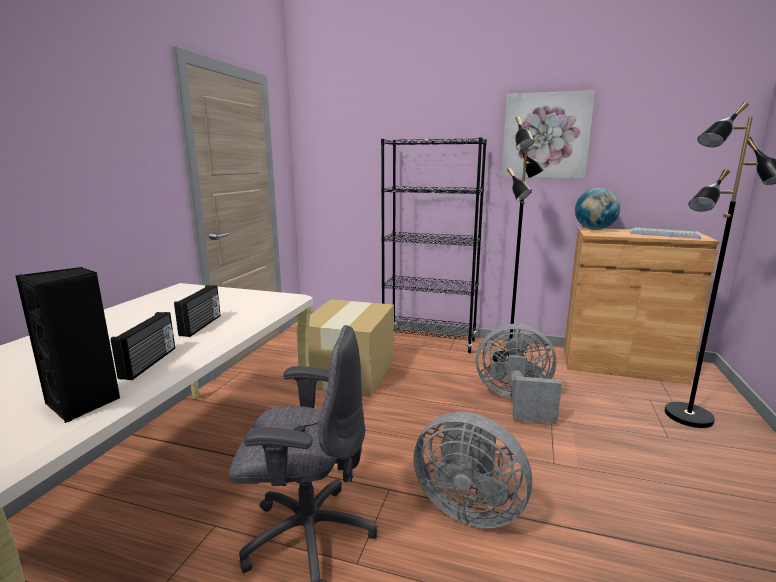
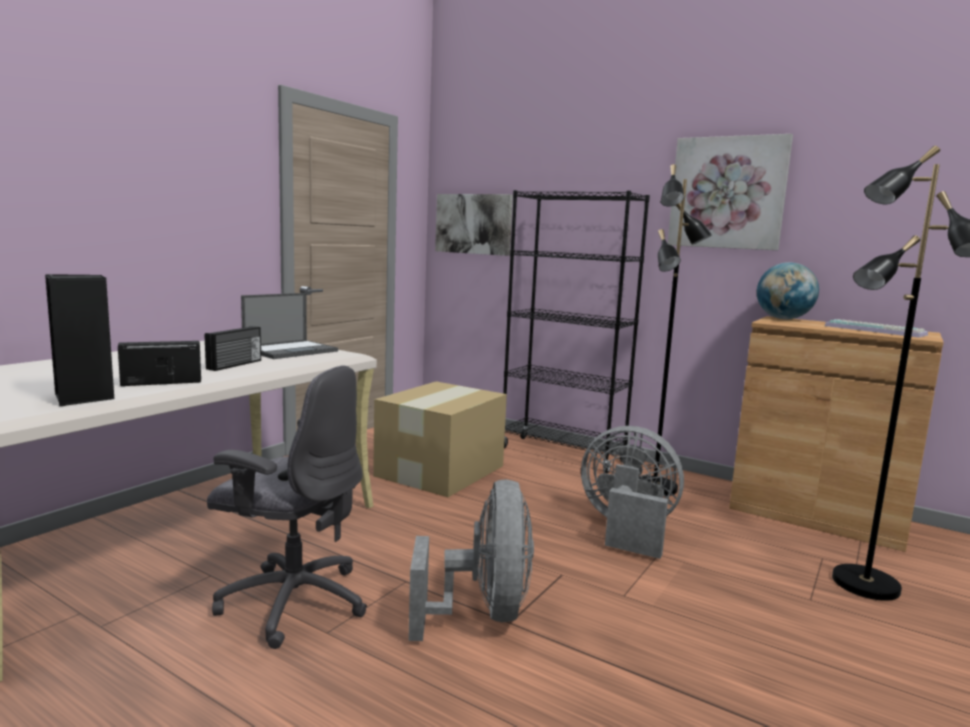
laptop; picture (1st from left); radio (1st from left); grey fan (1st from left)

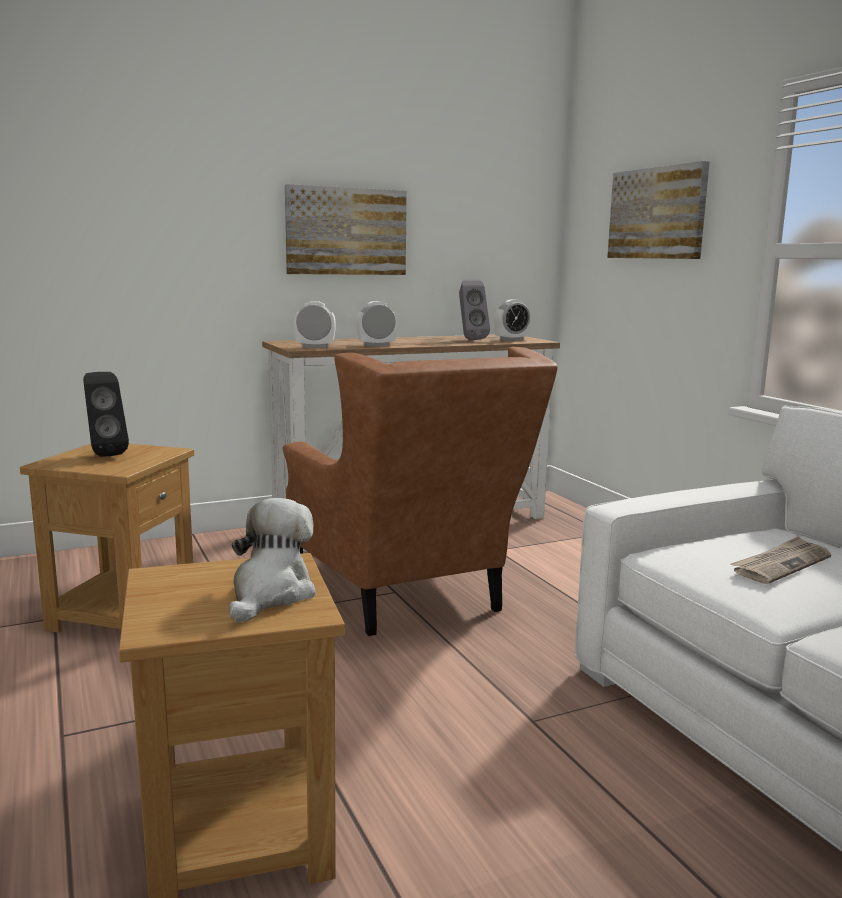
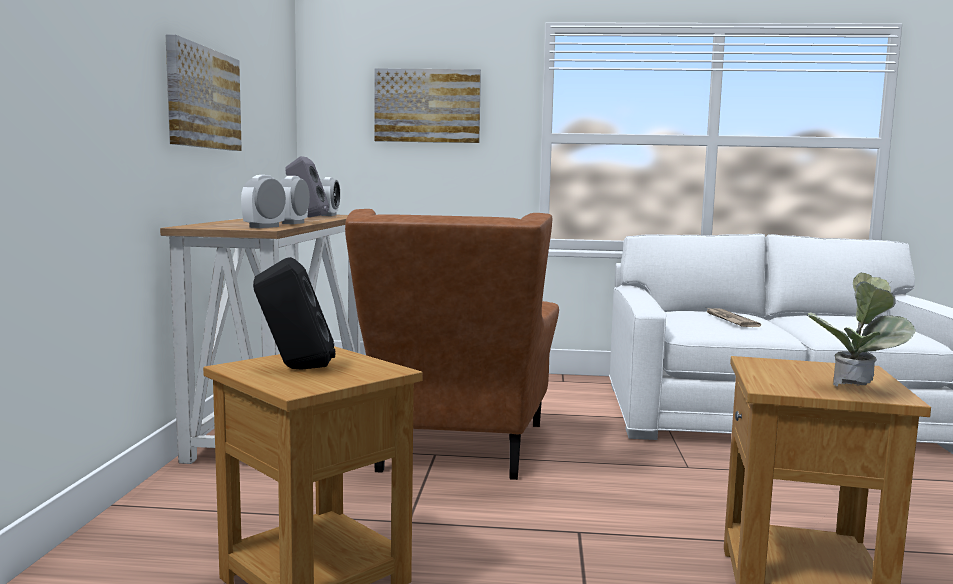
plush toy; potted plant; brown armchair

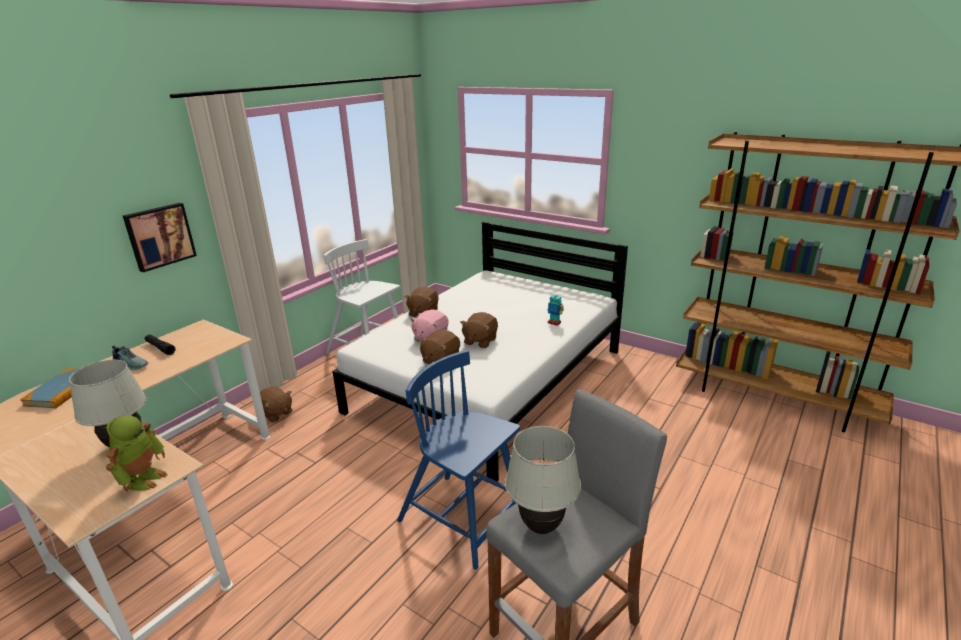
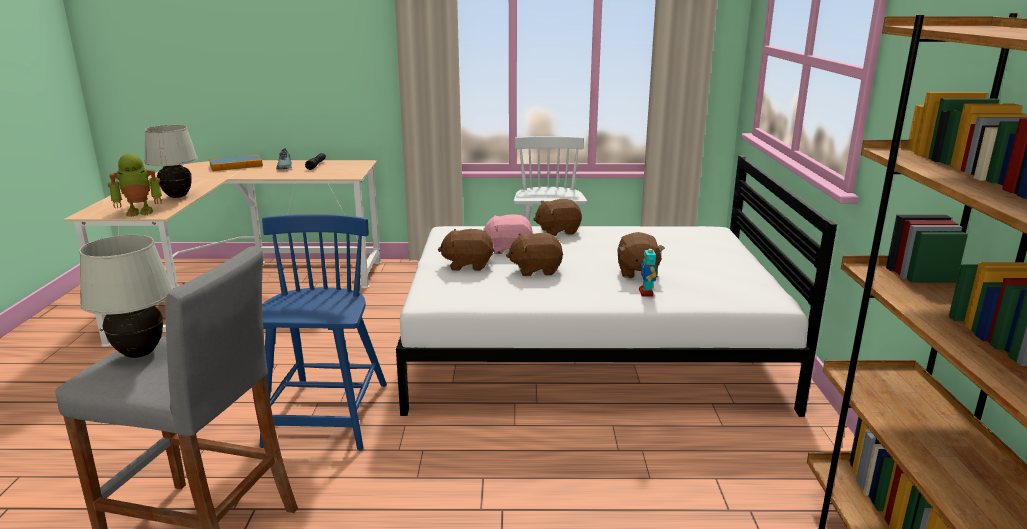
picture; brown plush toy (4th from left)

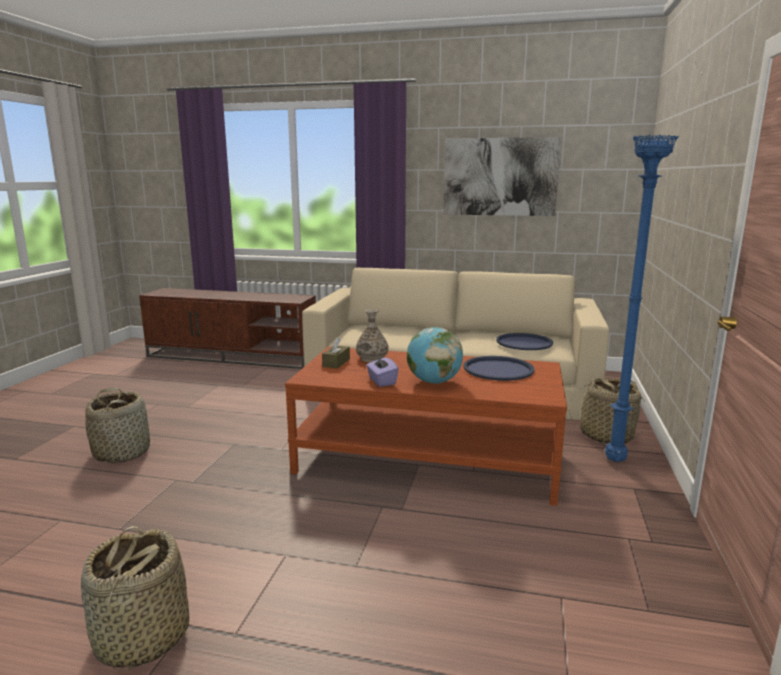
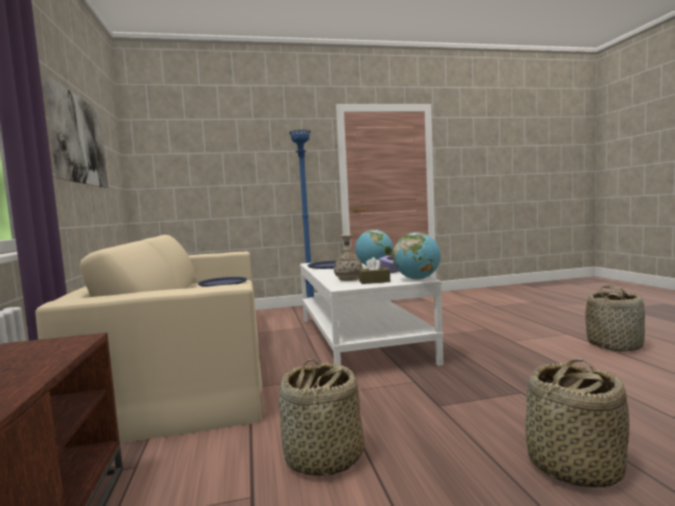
globe (2nd from left); basket (1st from left); white coffee table

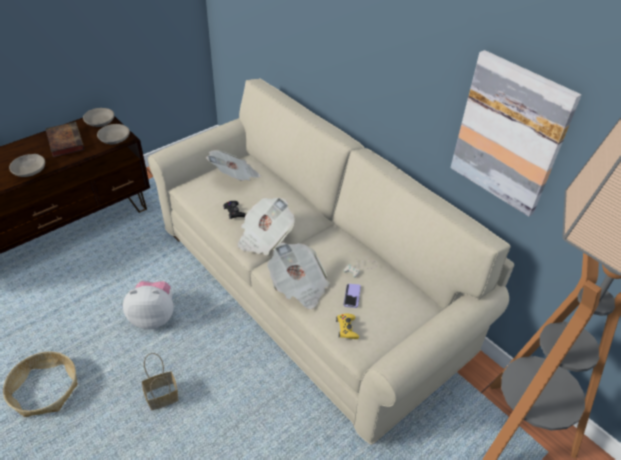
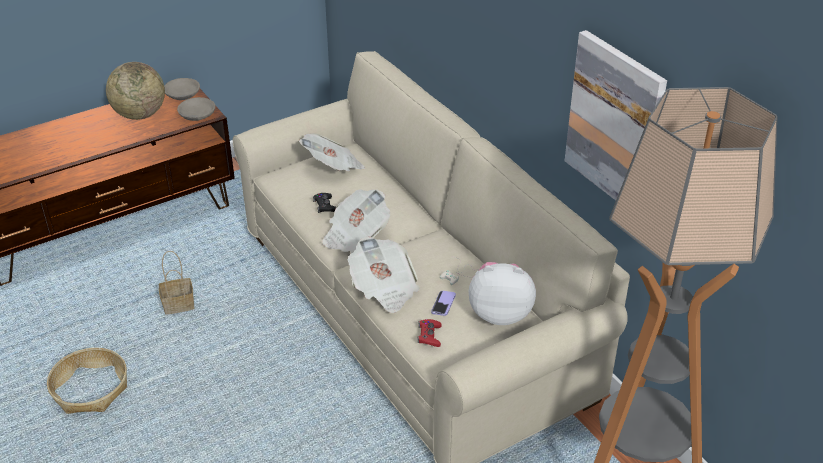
grey bowl (1st from left in the first image); plush toy; basket (2nd from left); globe; red game controller

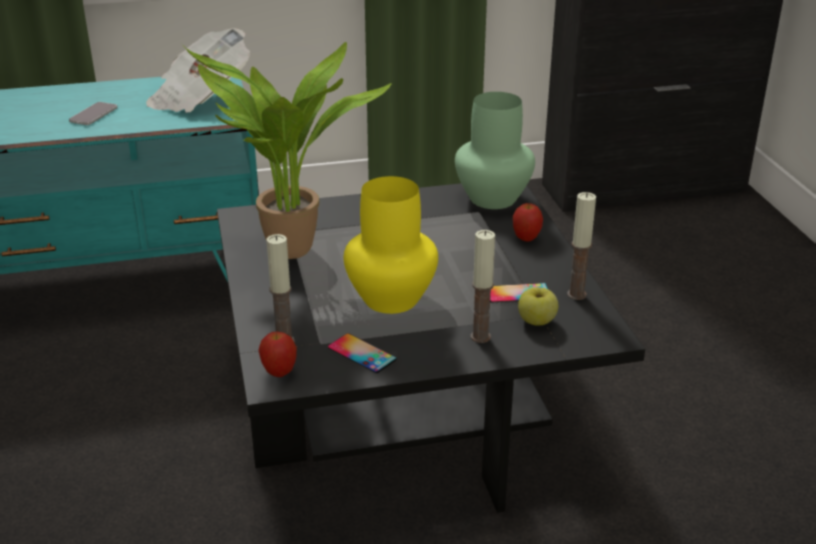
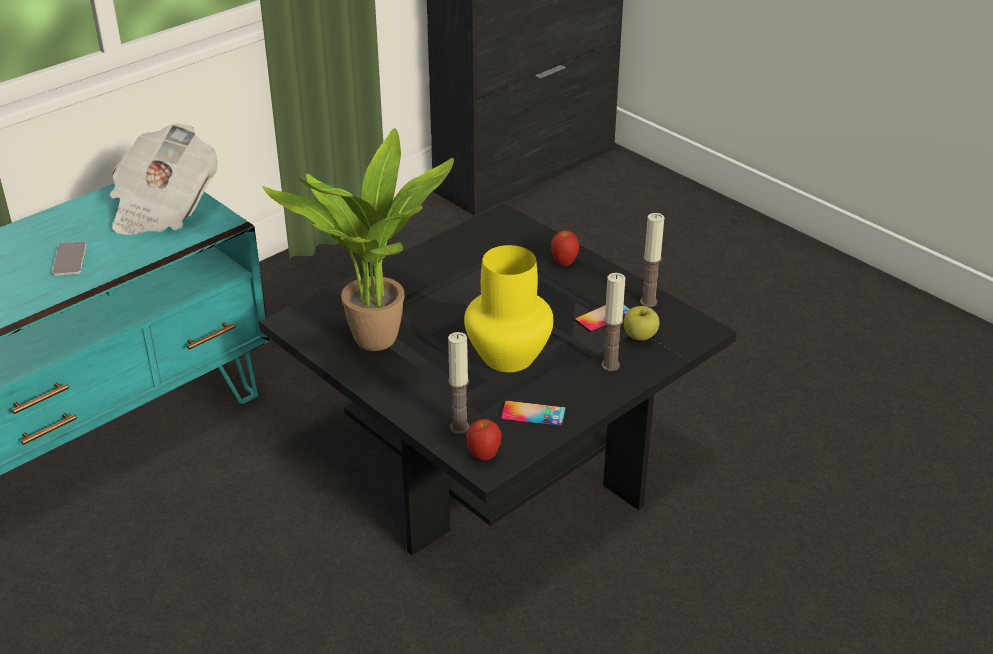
green vase

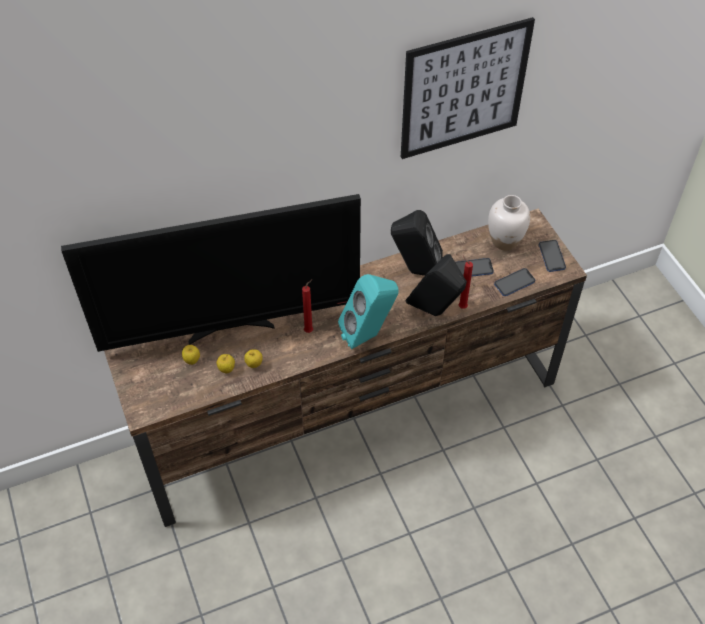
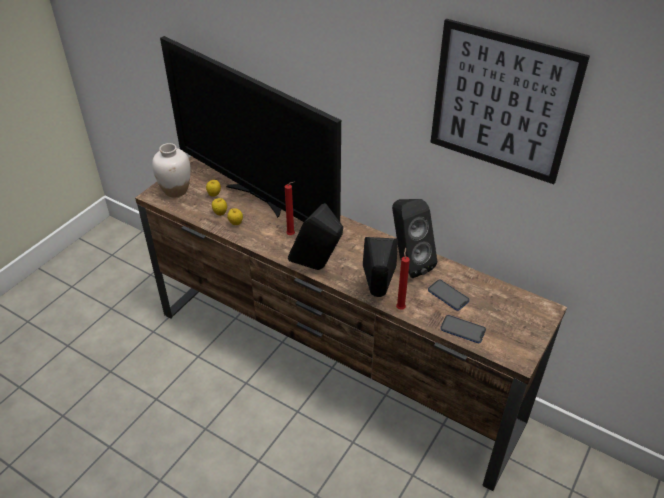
phone (3rd from left in the first image); white vase; black speaker (1st from left)

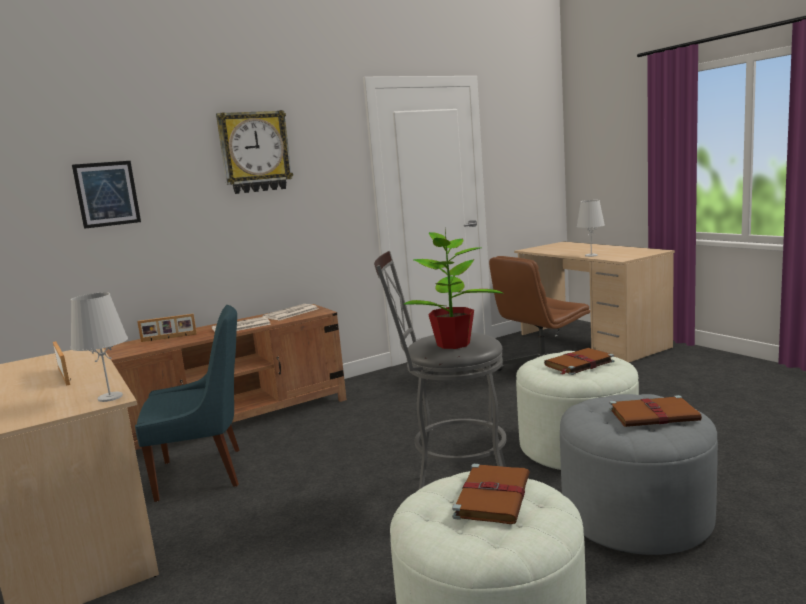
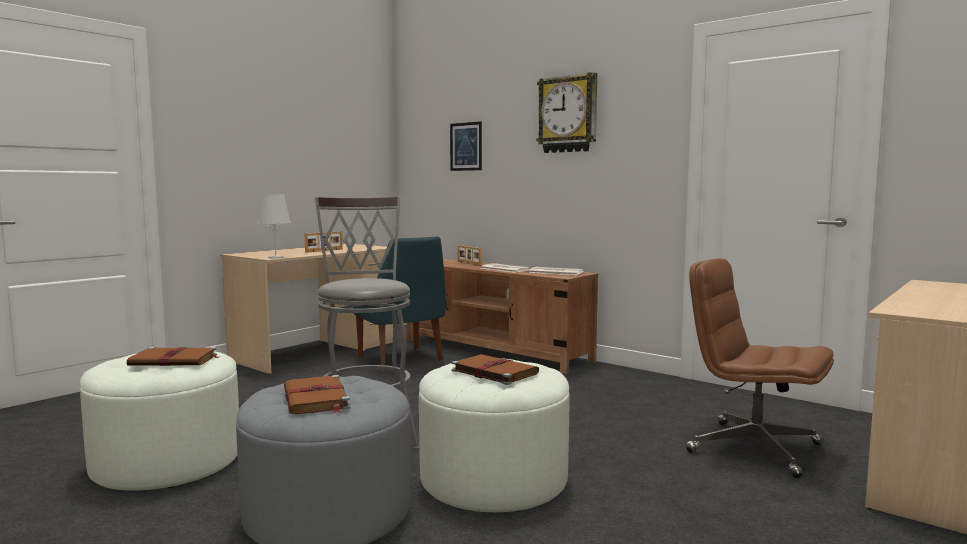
potted plant; white table lamp (2nd from left in the first image)

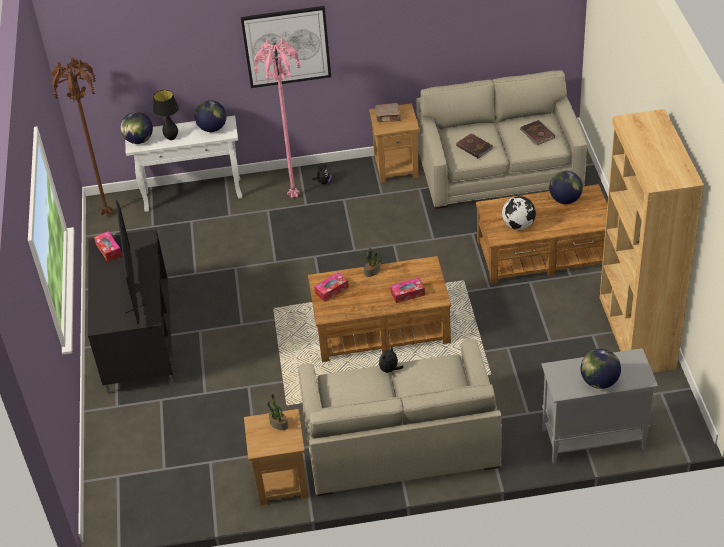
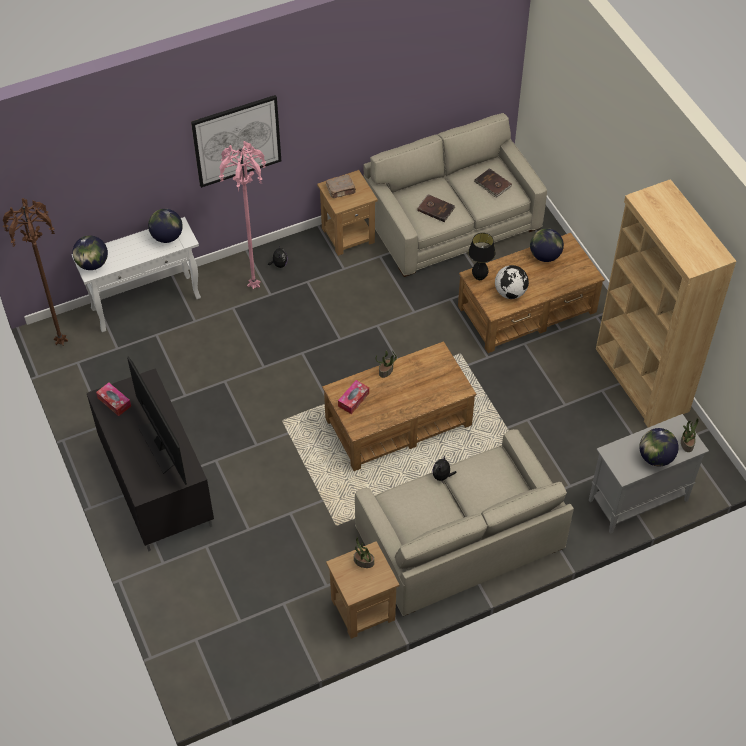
tissue box (3rd from left in the first image); potted plant (3rd from left); black table lamp

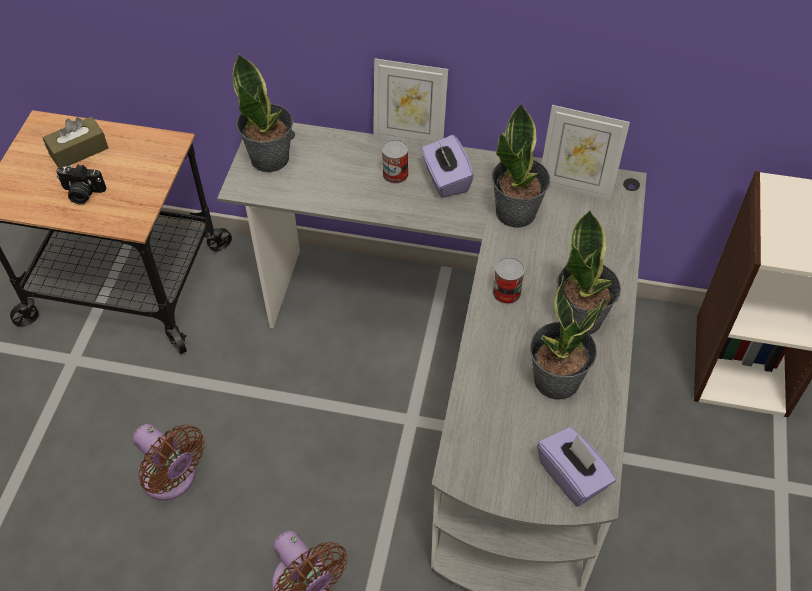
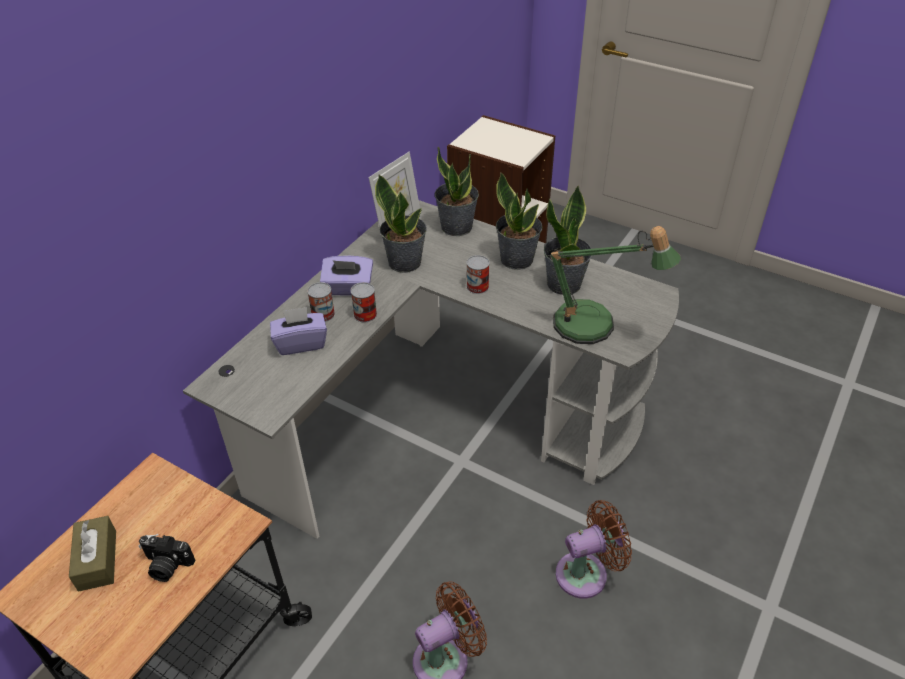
picture frame (1st from left in the first image); can (2nd from left); table lamp; potted plant (2nd from left); purple tissue box (1st from left); photo camera

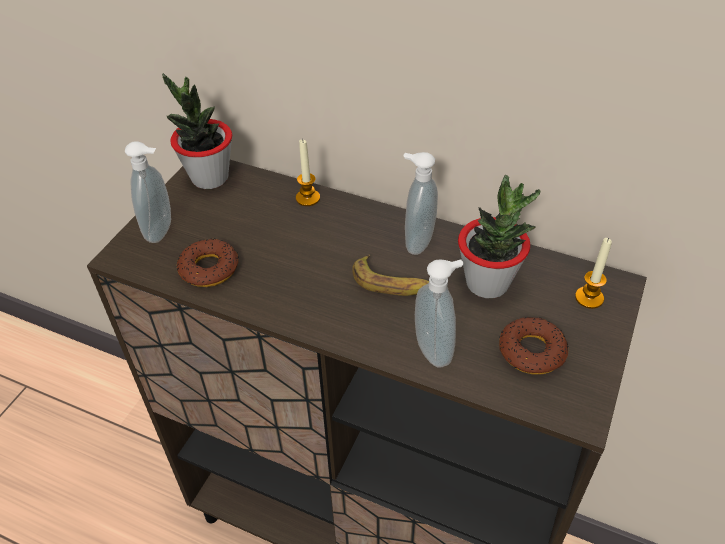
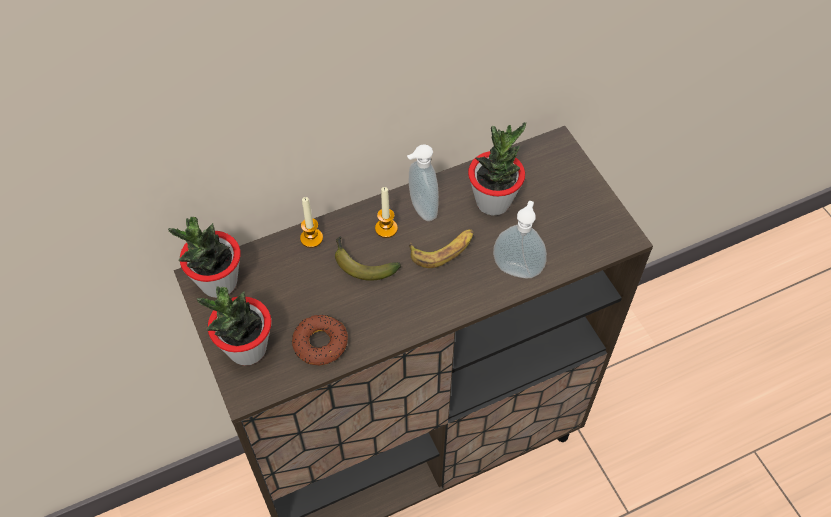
donut (2nd from left in the first image); banana (1st from left); candle (2nd from left); potted plant (2nd from left)

